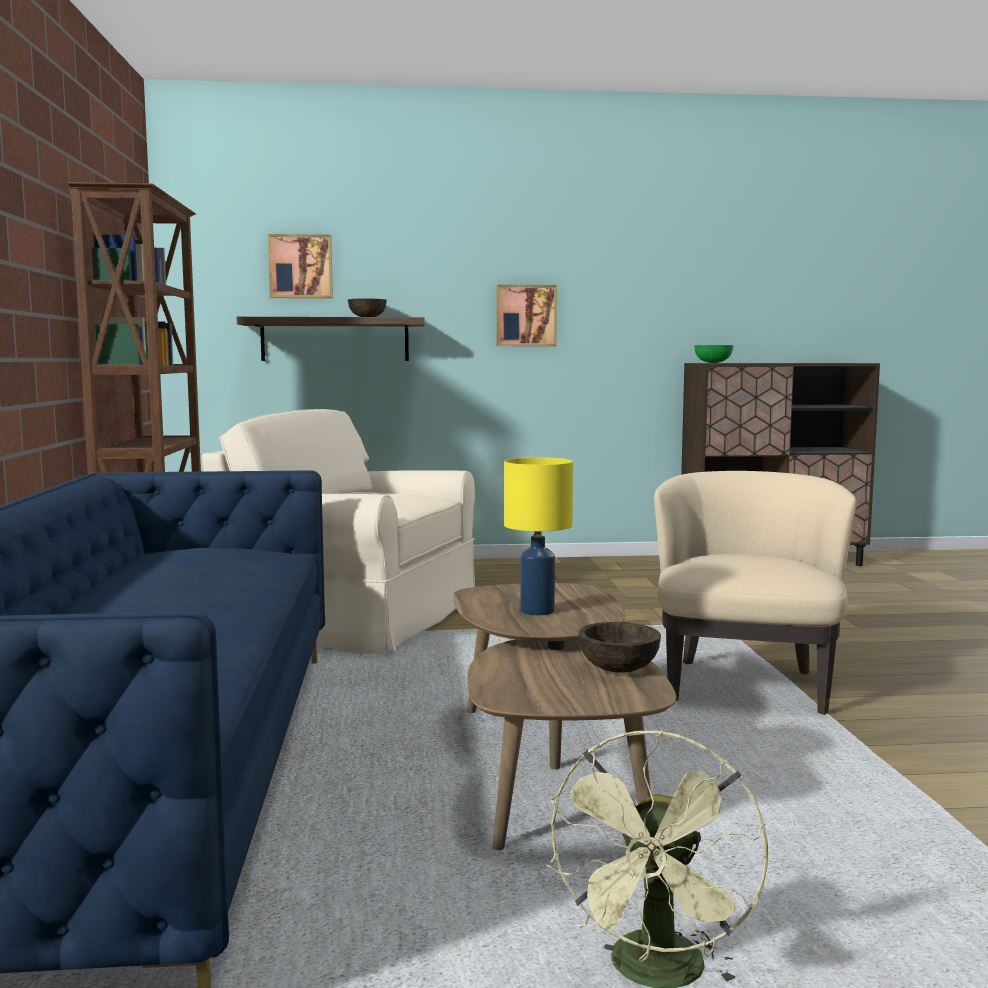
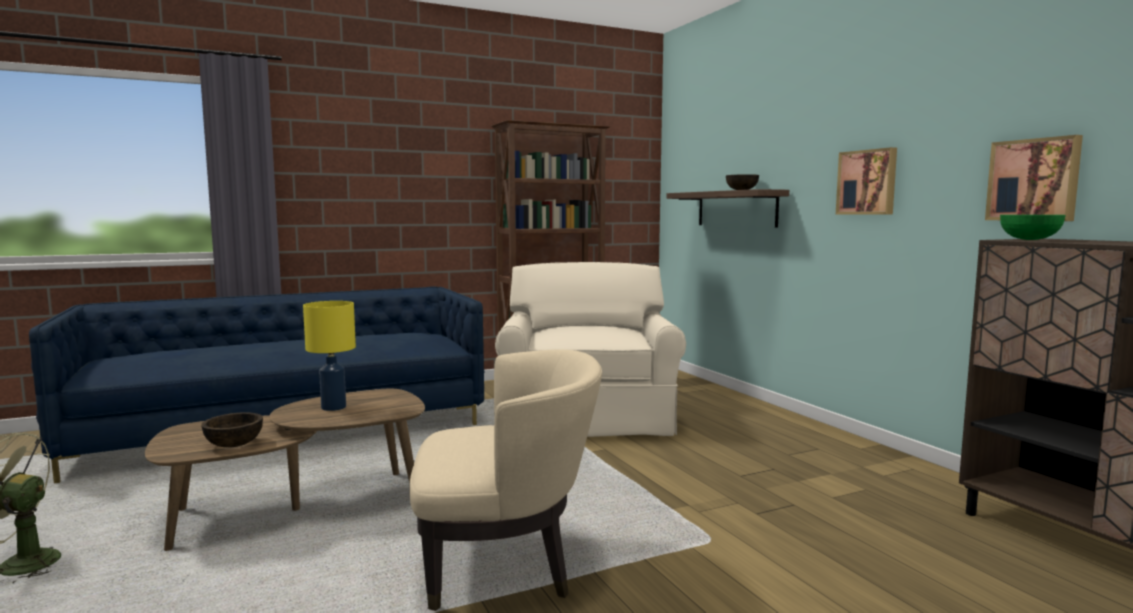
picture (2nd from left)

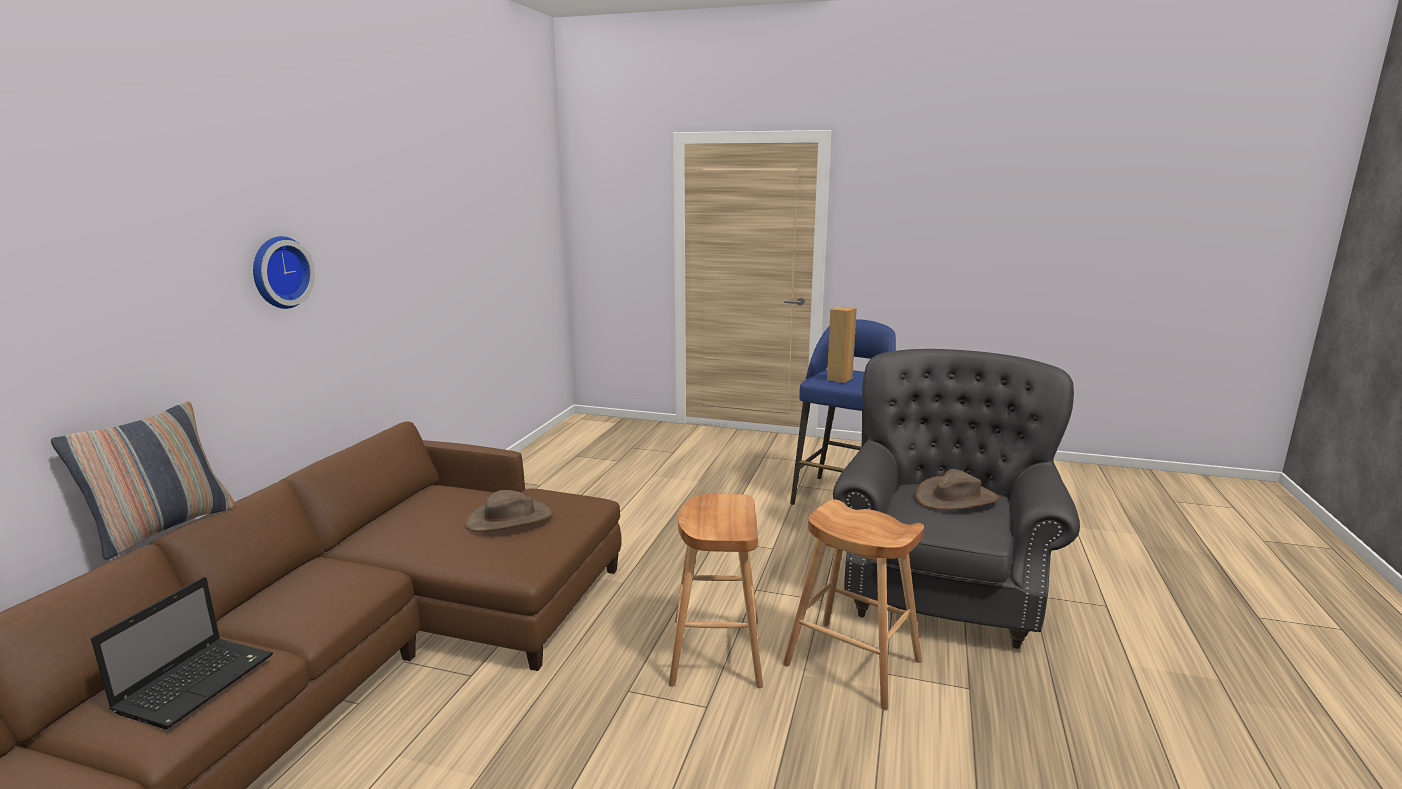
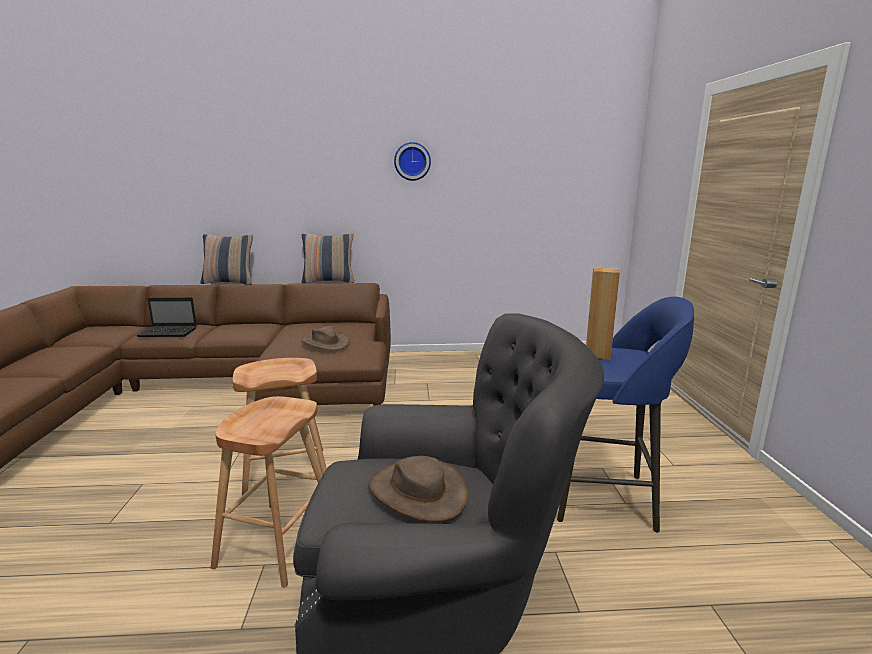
pillow (2nd from left); wall clock

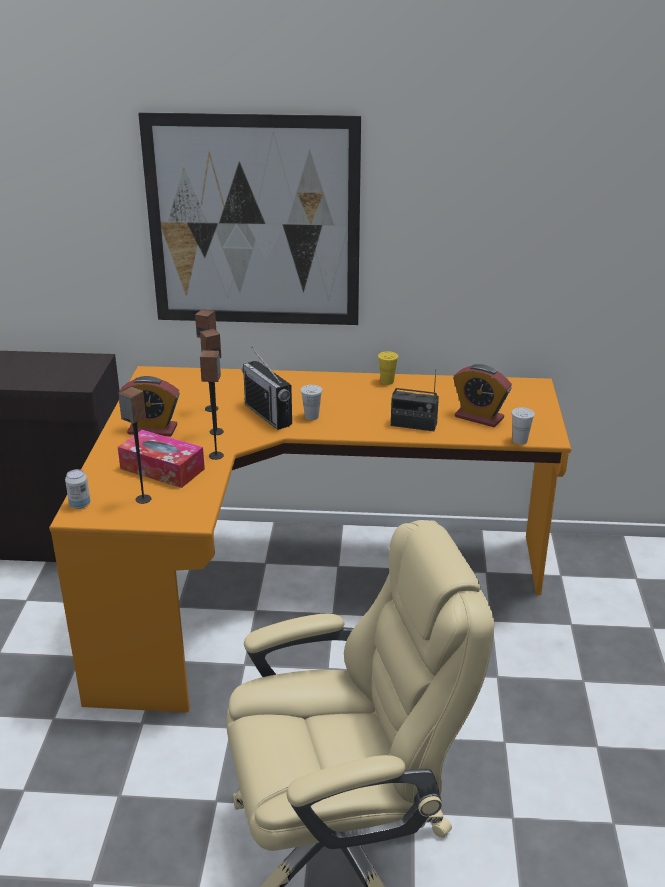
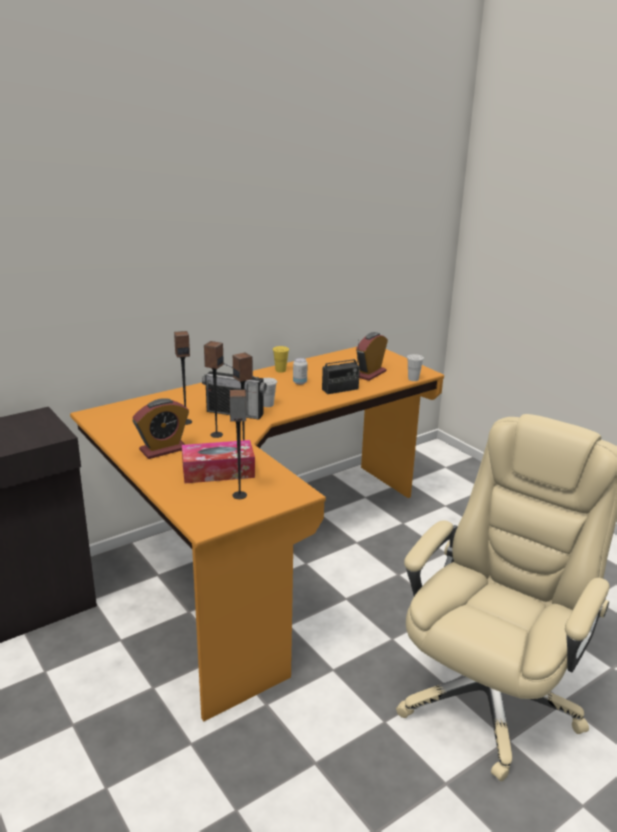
picture; can; alarm clock (2nd from left)

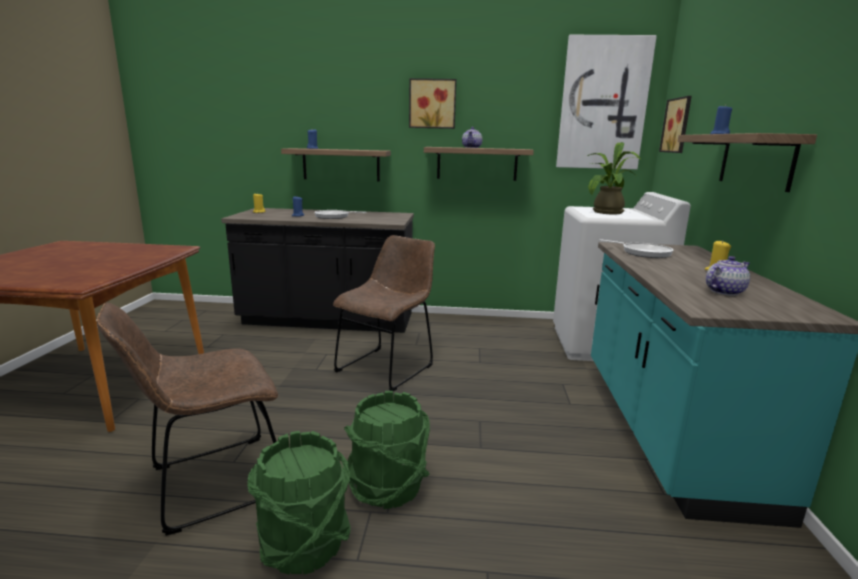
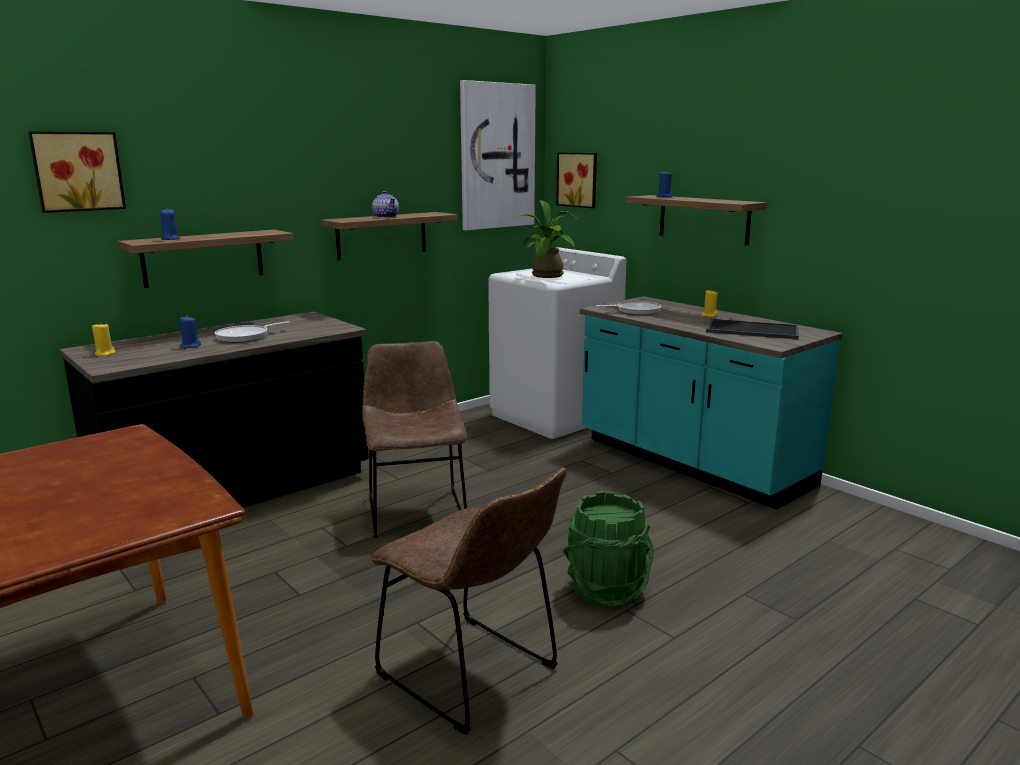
green bucket (1st from left in the first image); picture (1st from left); tray; brown chair (2nd from left)

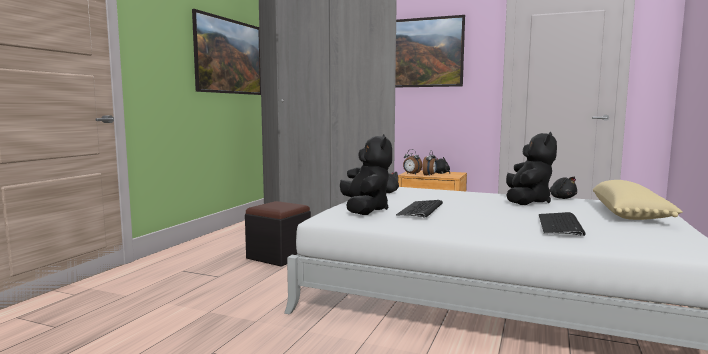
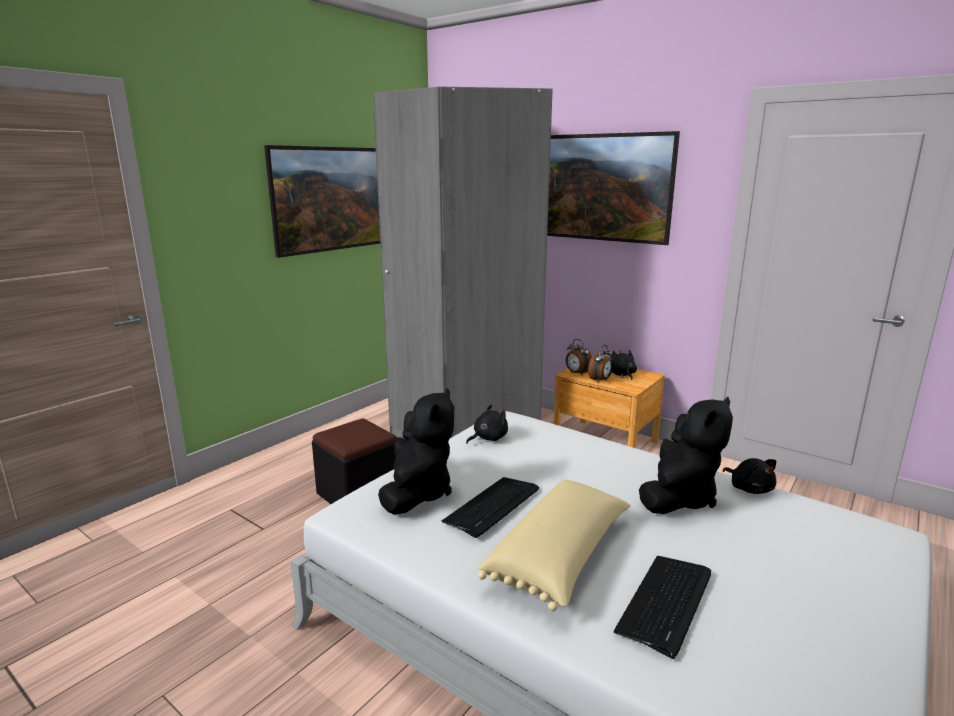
beige pillow

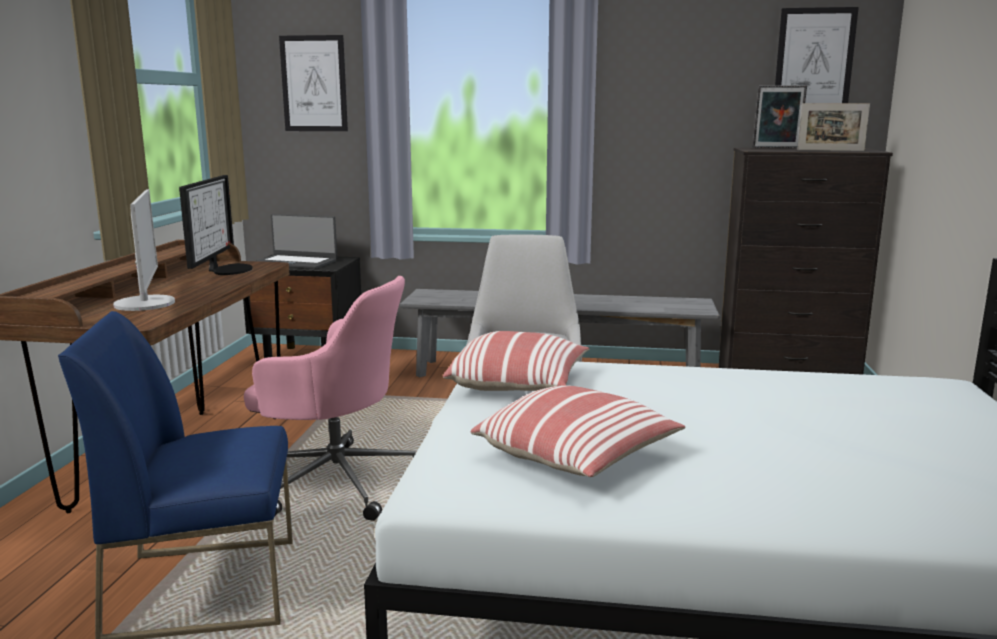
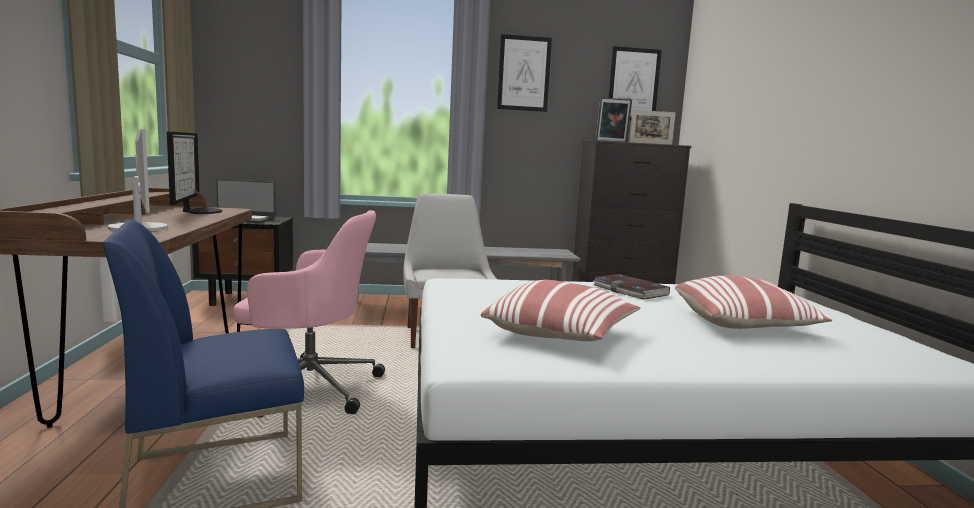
book; picture (1st from left); pillow (2nd from left)

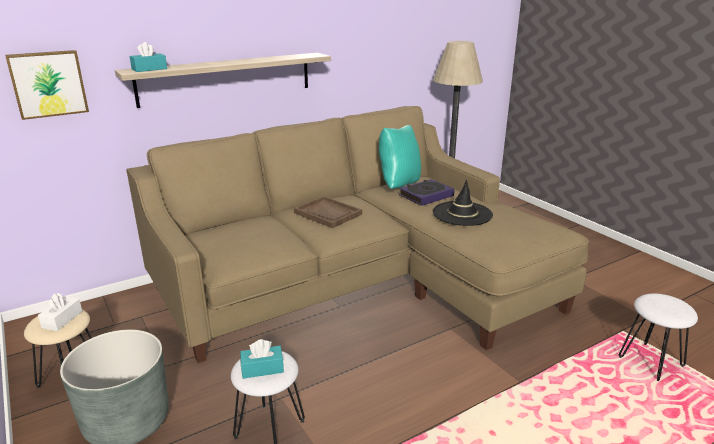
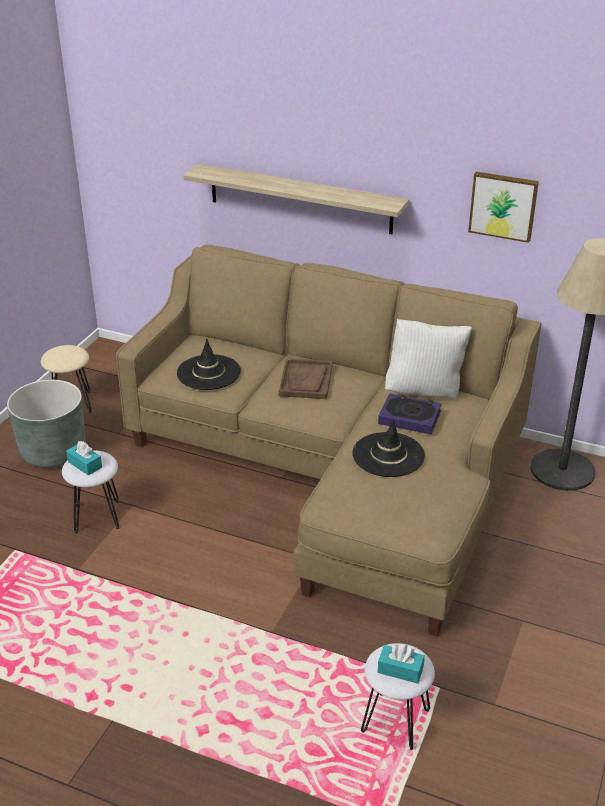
white tissue box; black hat (1st from left); picture; turquoise tissue box (2nd from left); white pillow

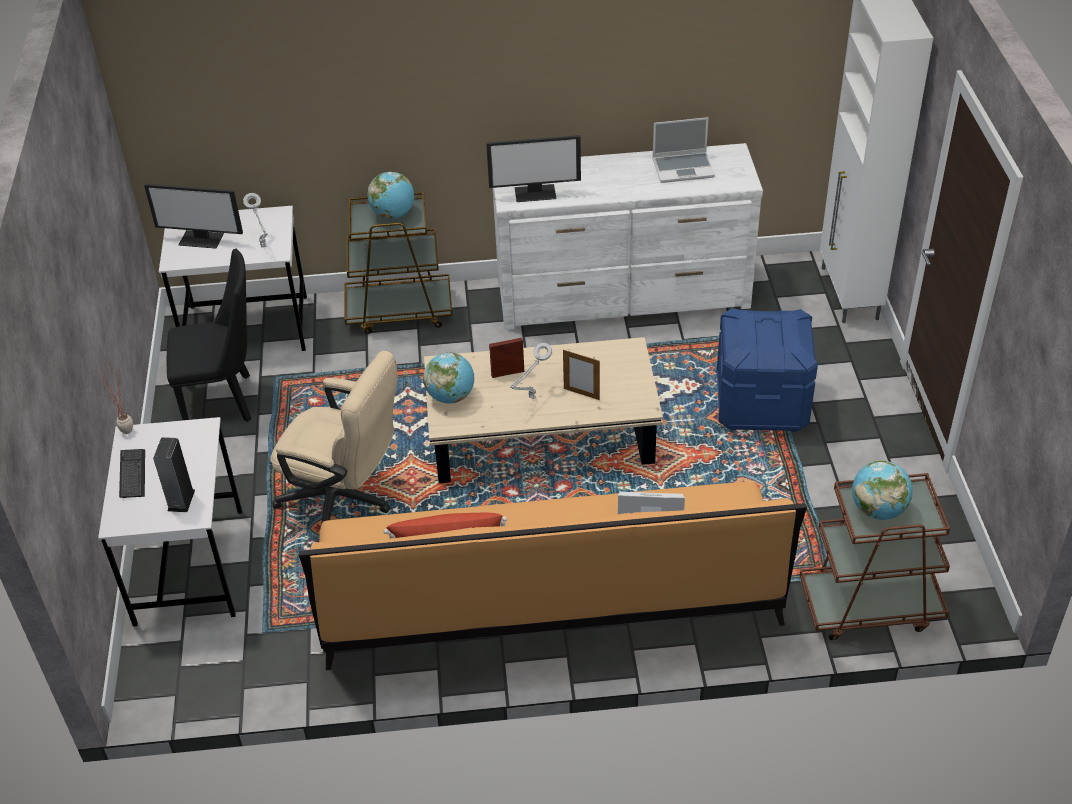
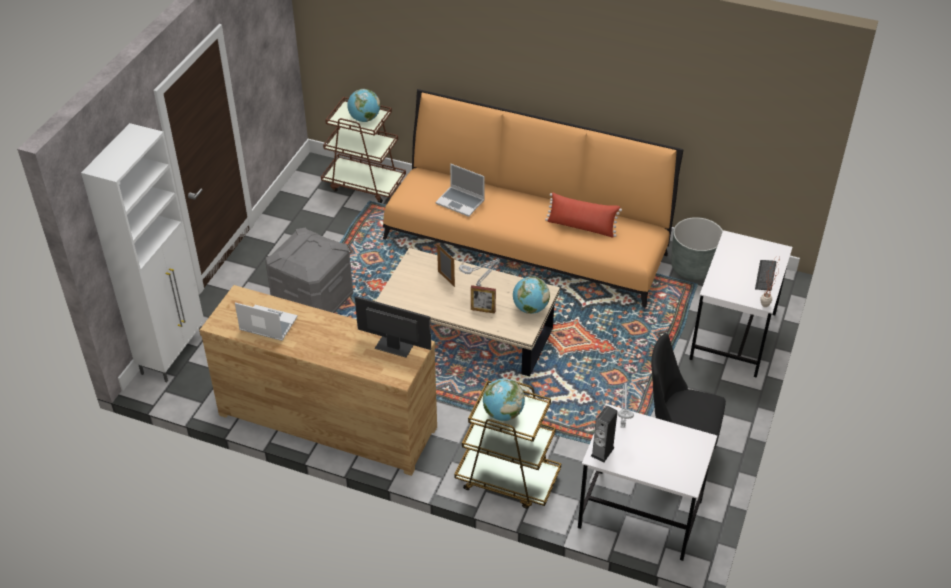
monitor (1st from left in the first image); beige office chair; grey planter; speaker; brown dresser; grey storage box

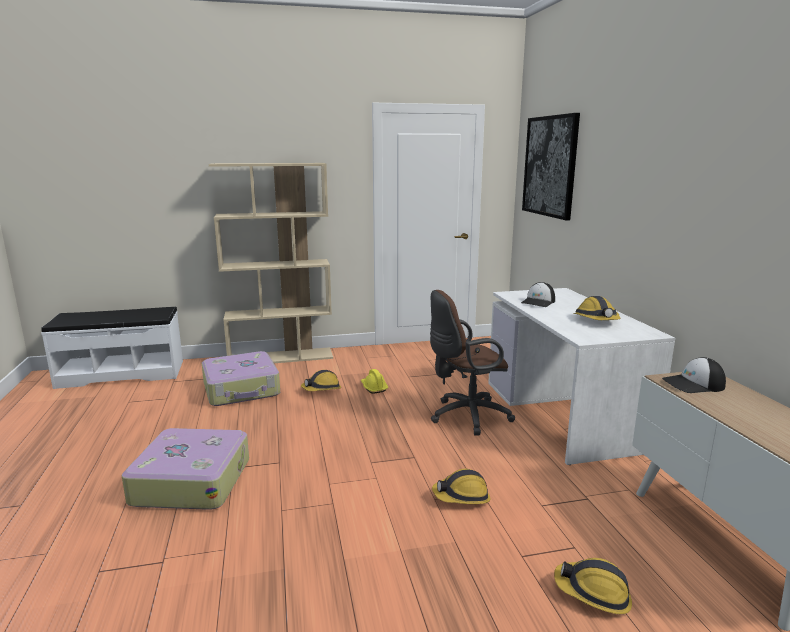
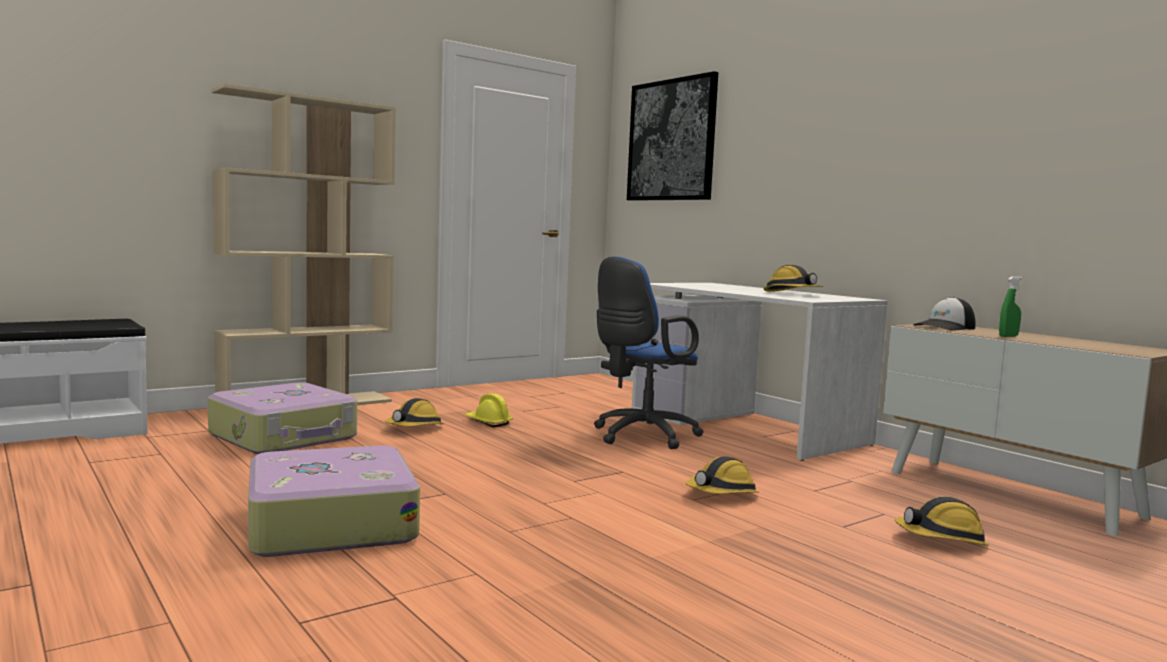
cap (1st from left in the first image); green spray bottle; blue office chair

